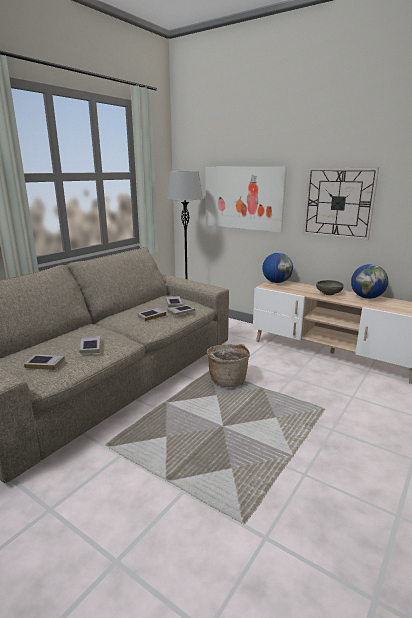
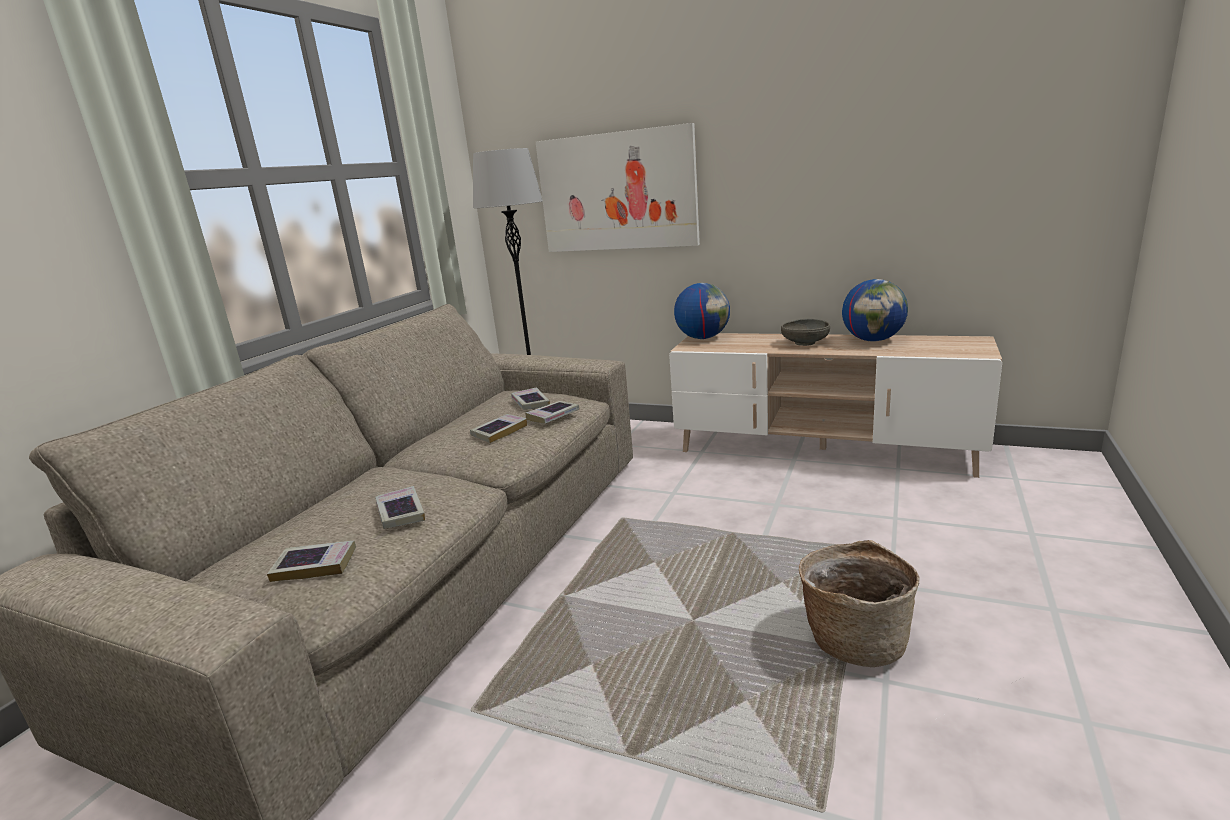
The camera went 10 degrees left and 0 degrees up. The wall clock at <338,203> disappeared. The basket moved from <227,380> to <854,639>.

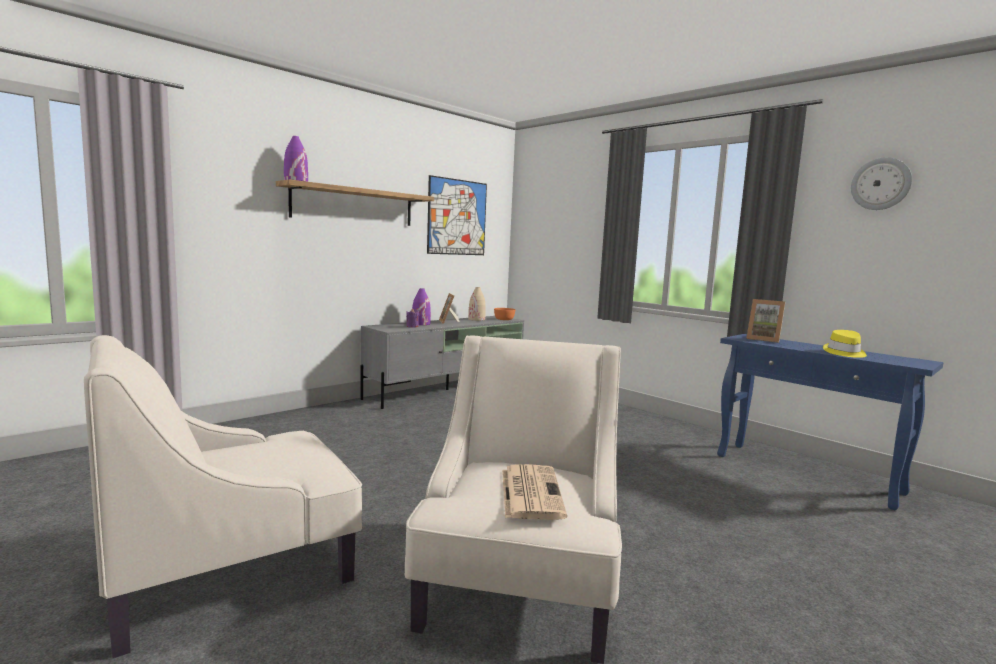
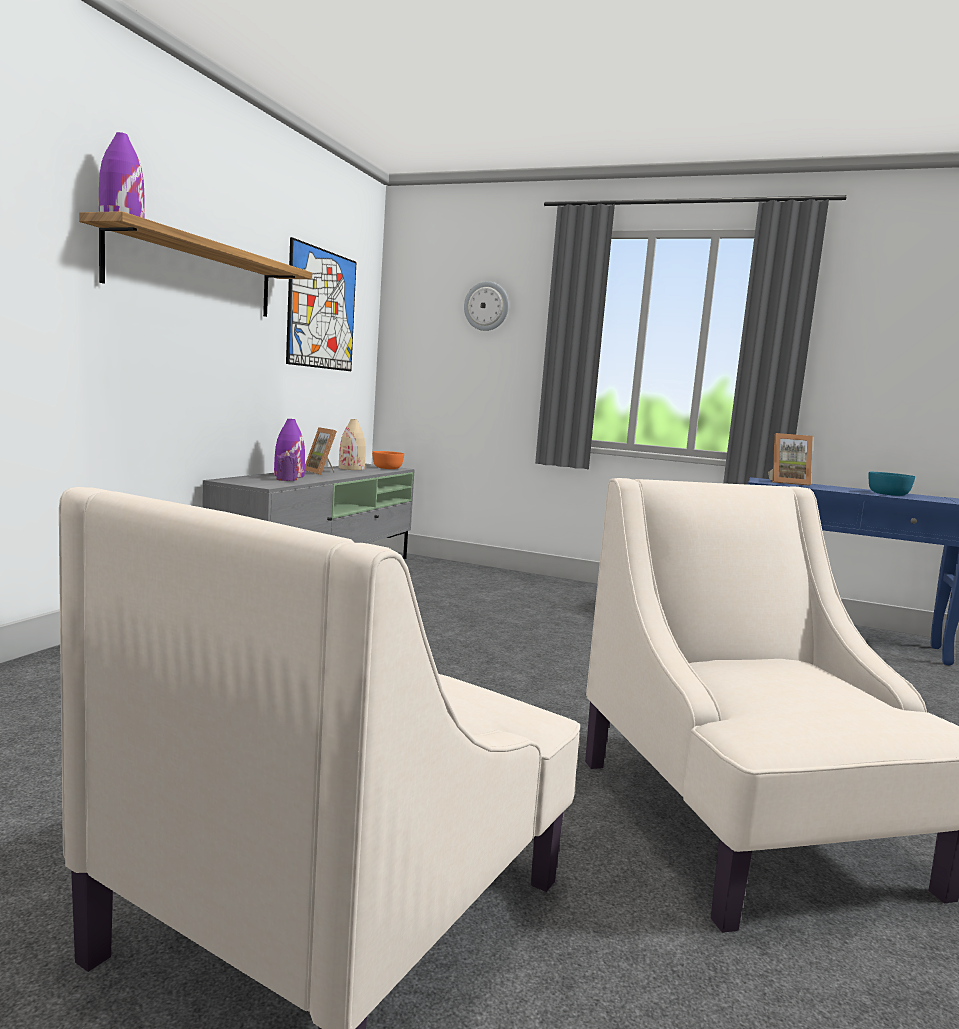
The camera went 25 degrees left and 0 degrees up. The wall clock moved from <880,184> to <486,306>. The hat (yellow) at <844,353> was replaced by the bowl (turquoise) at <888,494>. The newspaper at <530,492> disappeared.

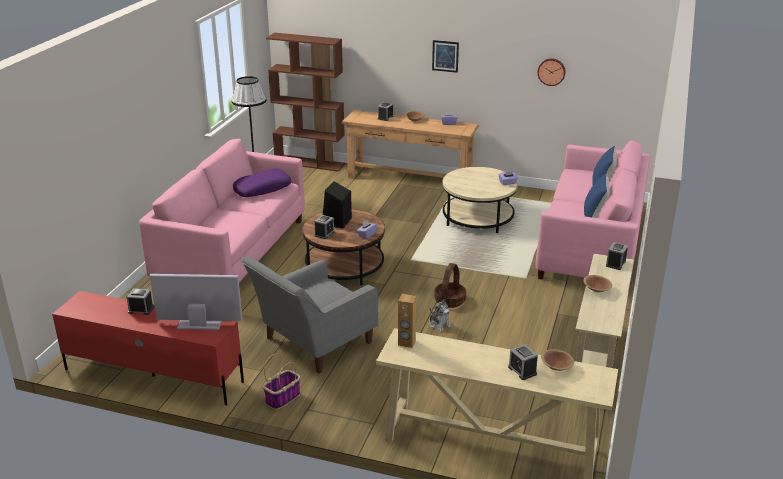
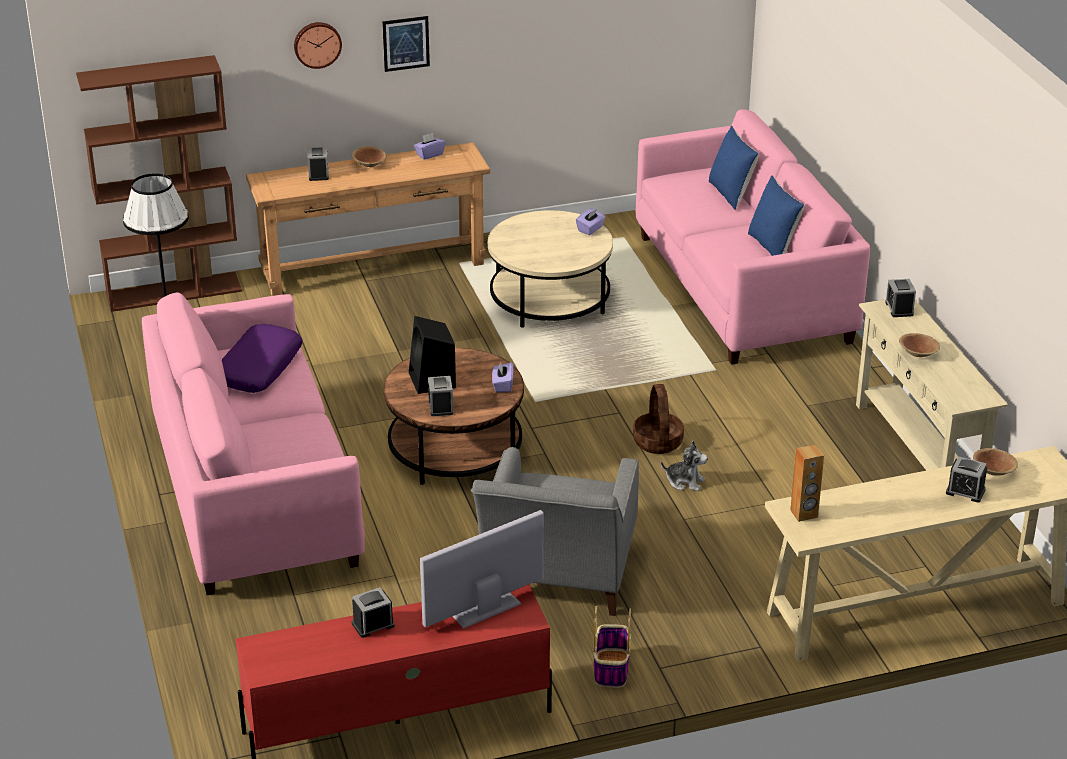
The camera went 35 degrees left and 5 degrees up. The wall clock moved from <551,71> to <317,44>.

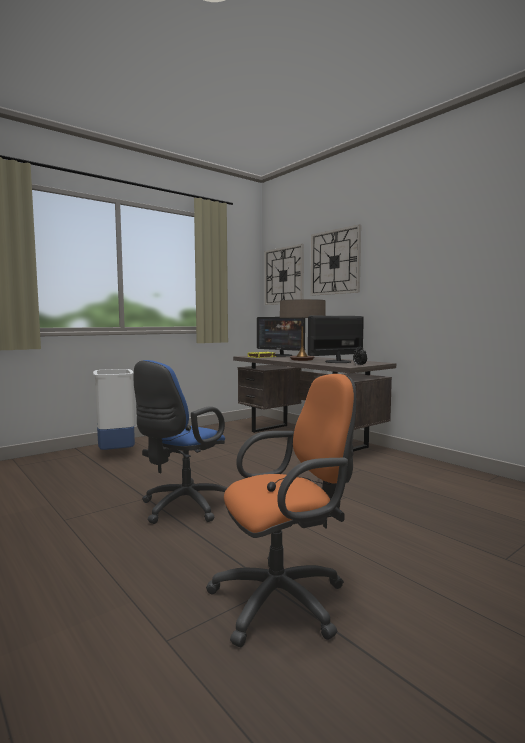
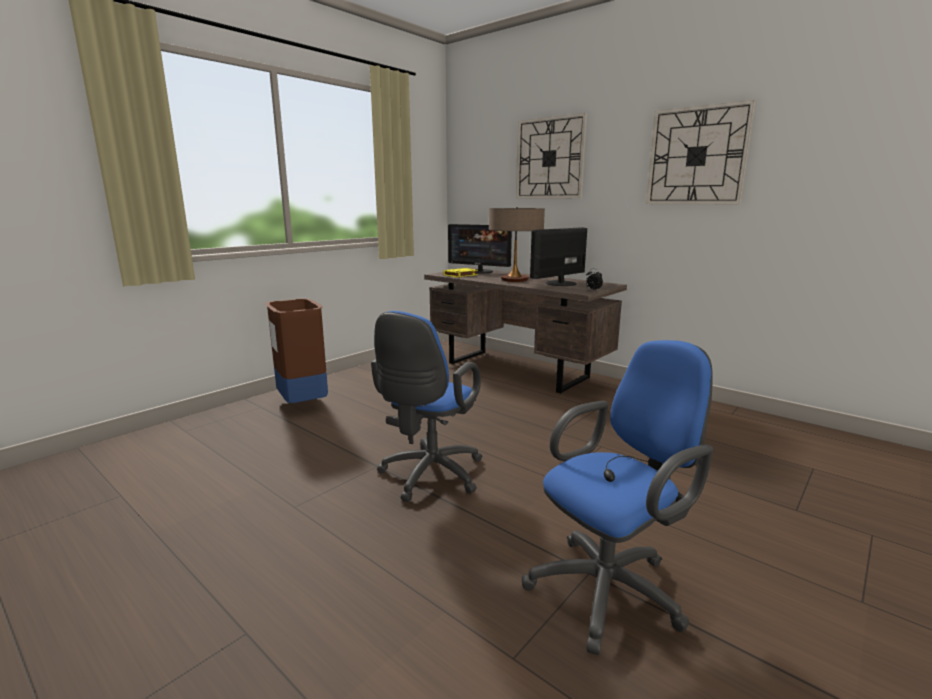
The camera went 10 degrees left and 10 degrees up. The wall clock moved from <284,276> to <697,156>. The trash can (white) at <116,453> became the trash can (brown) at <302,404>. The office chair (orange) at <286,600> became the office chair (blue) at <611,588>.

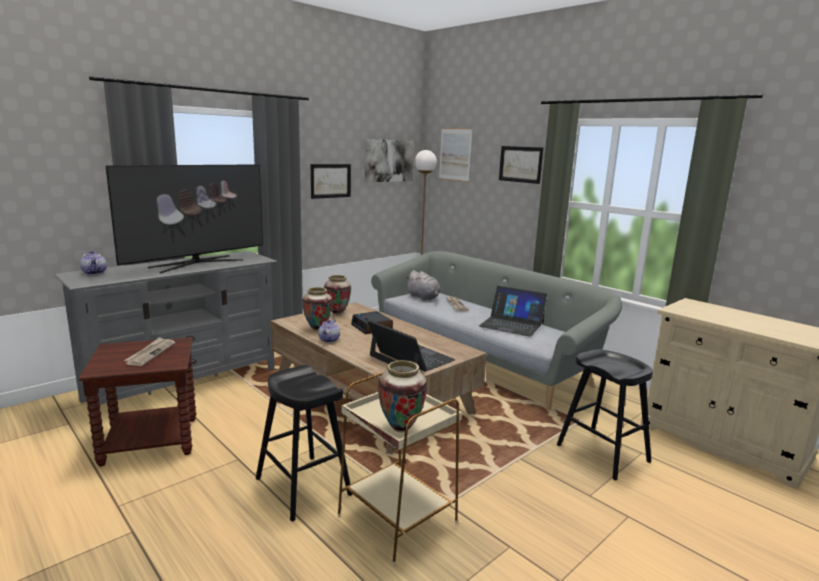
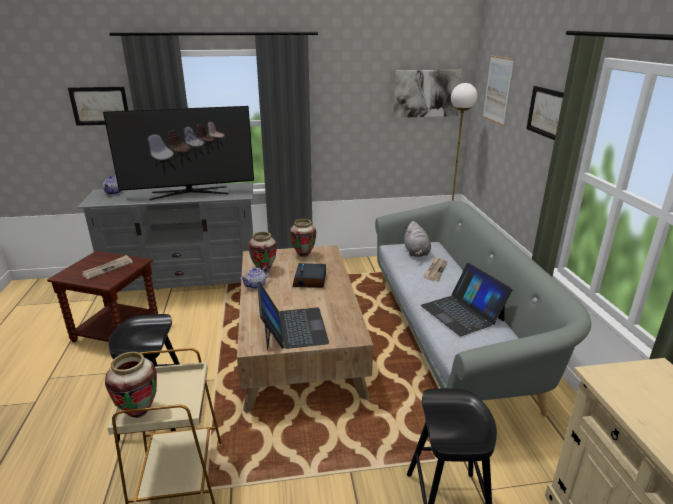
The camera went 35 degrees right and 10 degrees up. The picture moved from <330,181> to <100,106>.

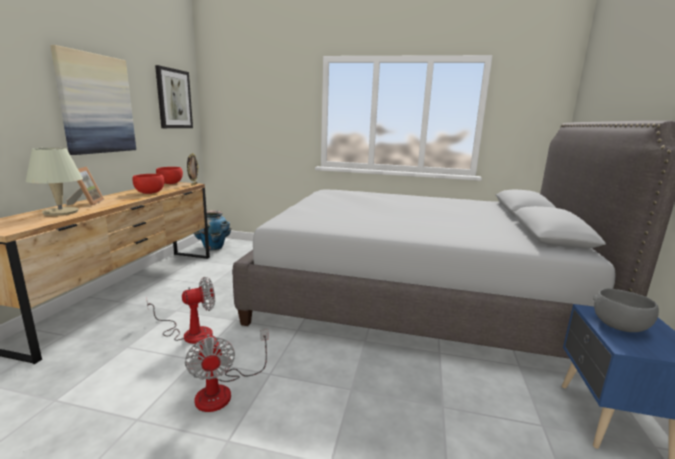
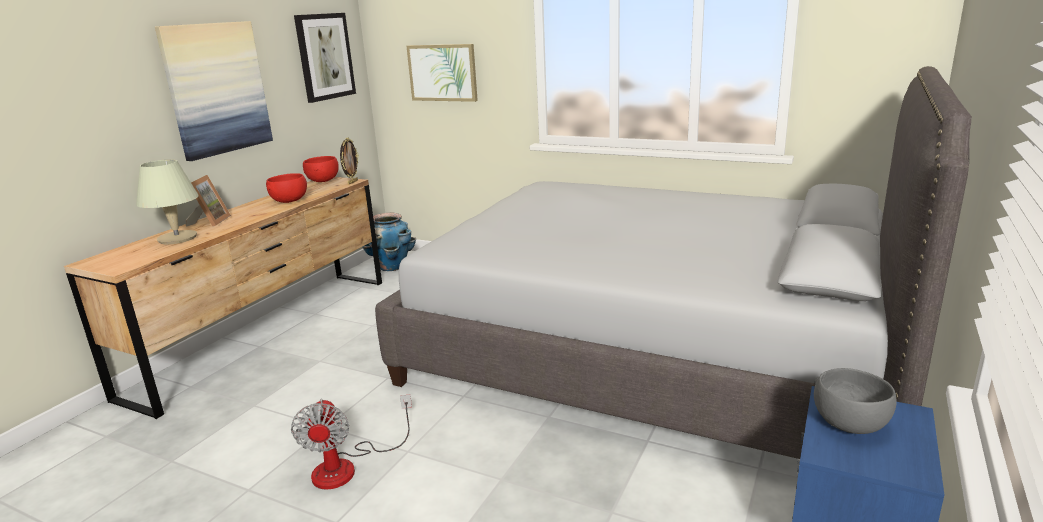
The camera went 15 degrees right and 5 degrees up. The fan at <190,333> disappeared. The picture at <442,72> appeared.

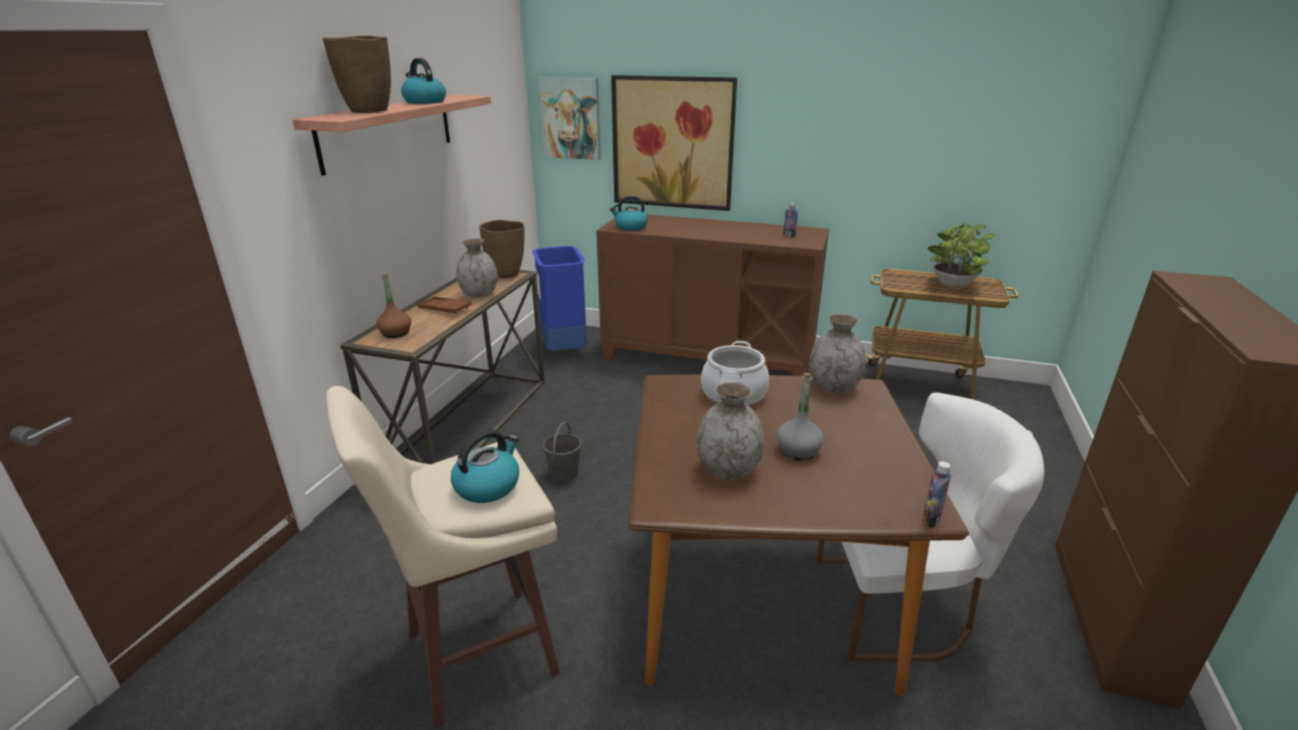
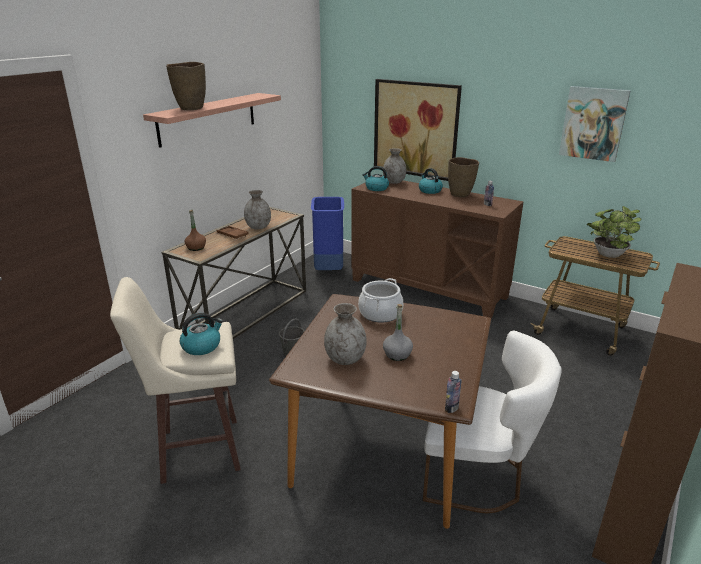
The camera went 15 degrees right and 0 degrees up. The kettle moved from <424,102> to <429,190>. The picture moved from <570,118> to <593,123>. The vase (brown) moved from <506,274> to <460,194>. The vase (grey) moved from <833,387> to <394,182>.

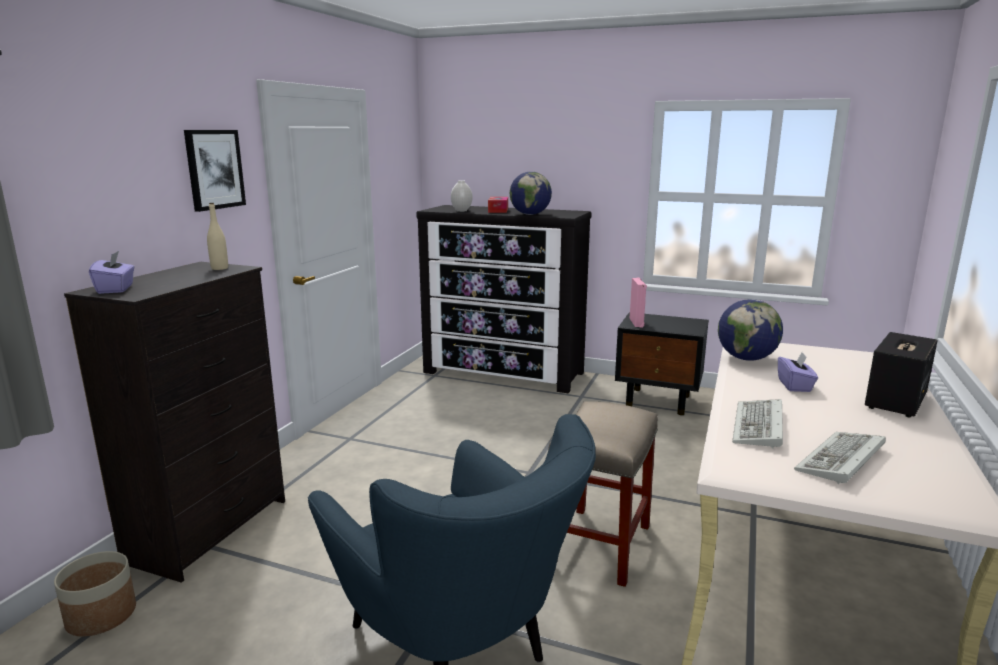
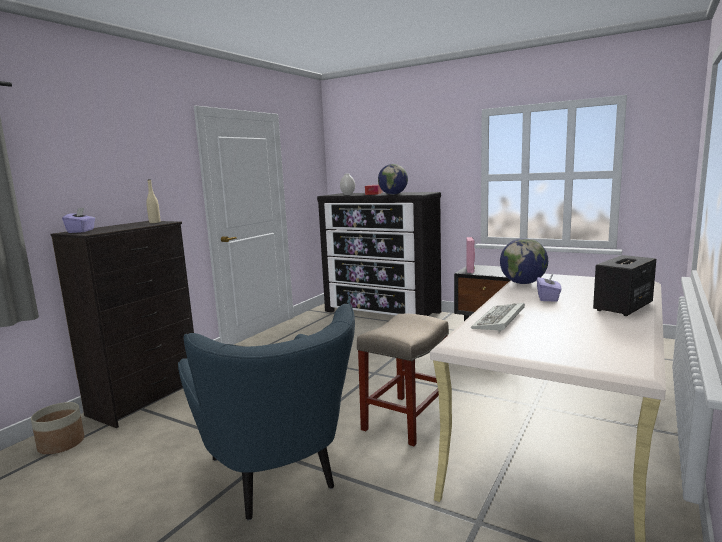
The camera went 10 degrees right and 5 degrees down. The picture at <214,169> disappeared. The keyboard at <841,461> disappeared.

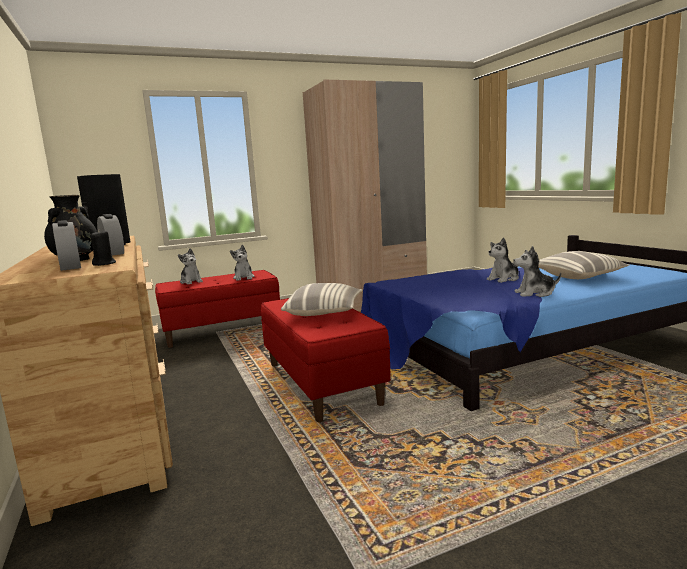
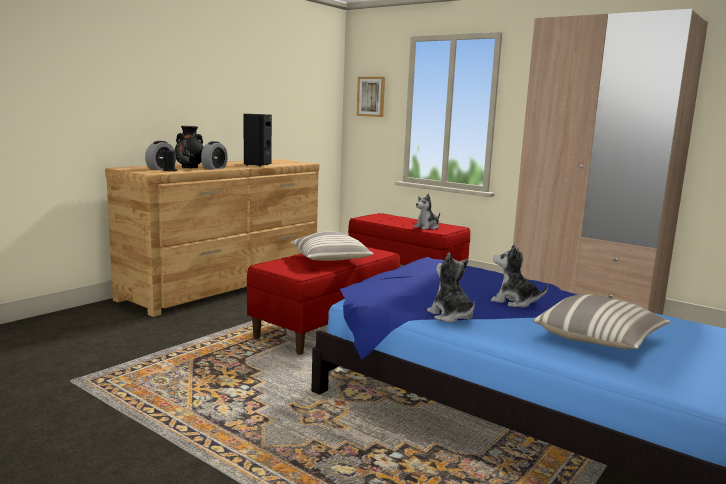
The camera went 60 degrees right and 0 degrees up. The plush toy at <191,281> disappeared. The picture at <371,96> appeared.

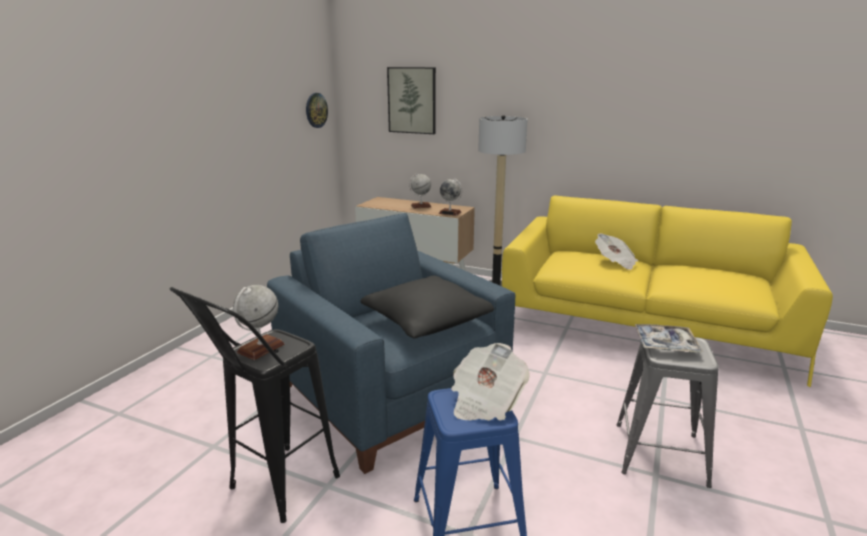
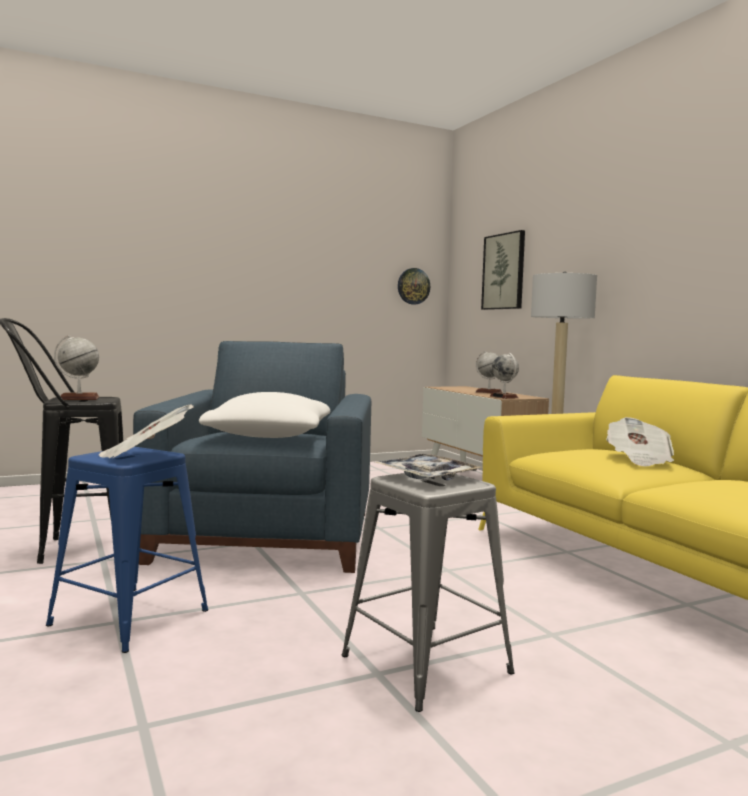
The camera went 40 degrees right and 15 degrees down. The pillow (black) at <426,321> became the pillow (white) at <269,436>.

